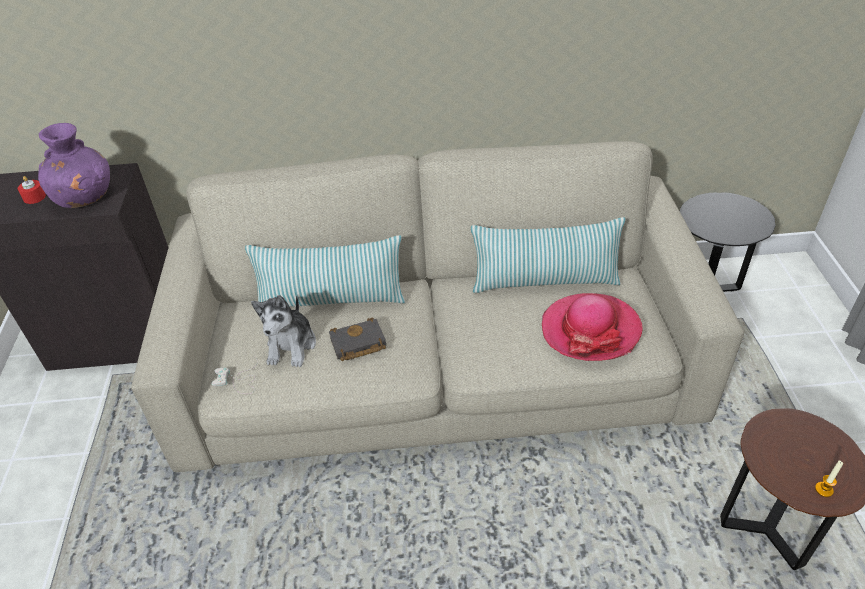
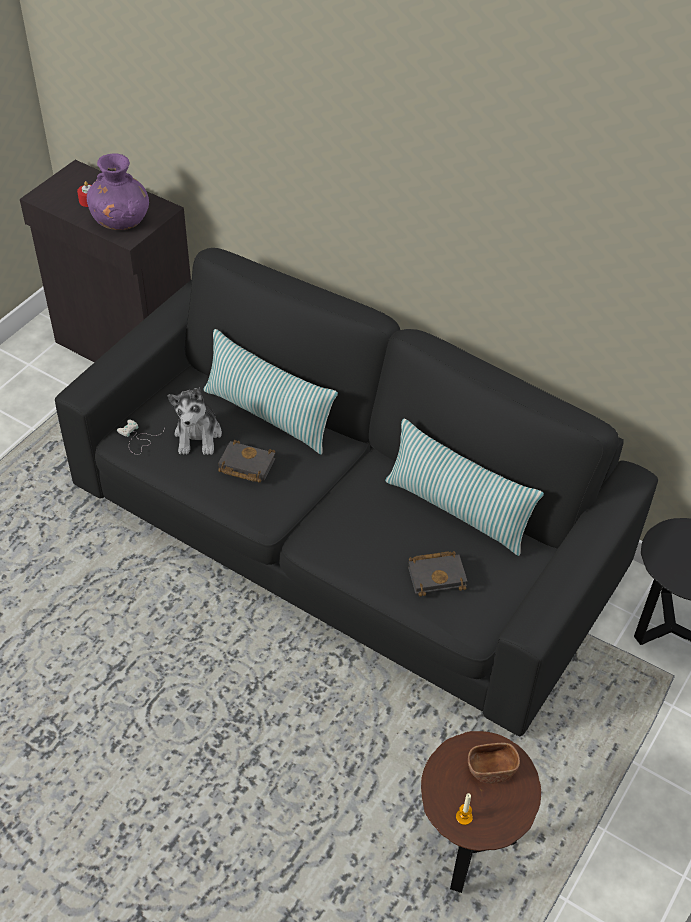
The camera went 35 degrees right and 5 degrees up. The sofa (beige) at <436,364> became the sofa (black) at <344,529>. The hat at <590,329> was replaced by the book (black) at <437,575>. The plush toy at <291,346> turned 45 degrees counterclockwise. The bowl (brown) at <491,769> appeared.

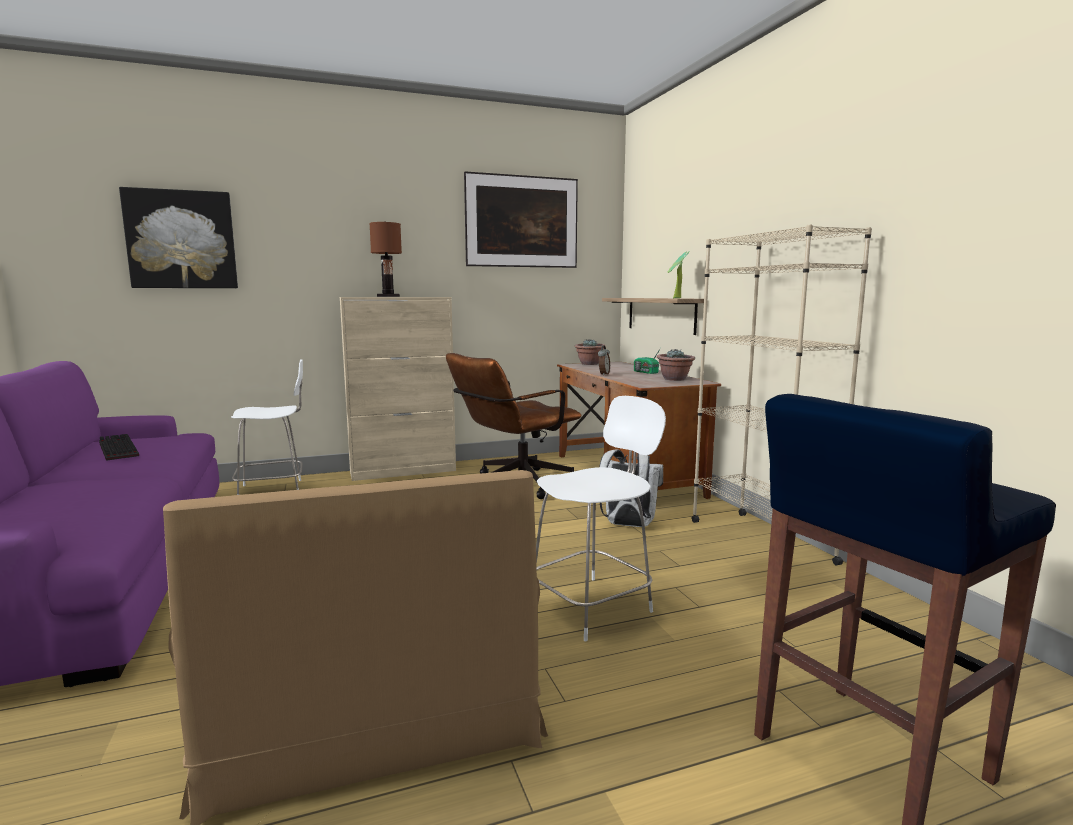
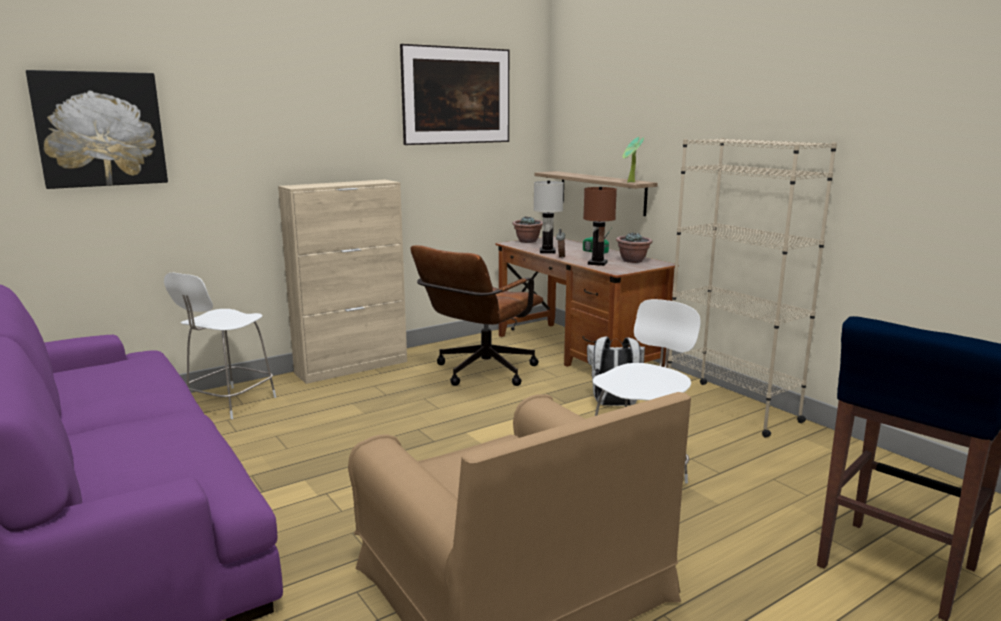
The camera went 15 degrees left and 5 degrees up. The table lamp (brown) moved from <388,296> to <597,263>. The chair (white) at <274,490> turned 150 degrees clockwise. The keyboard at <116,449> disappeared. The table lamp (white) at <547,251> appeared.

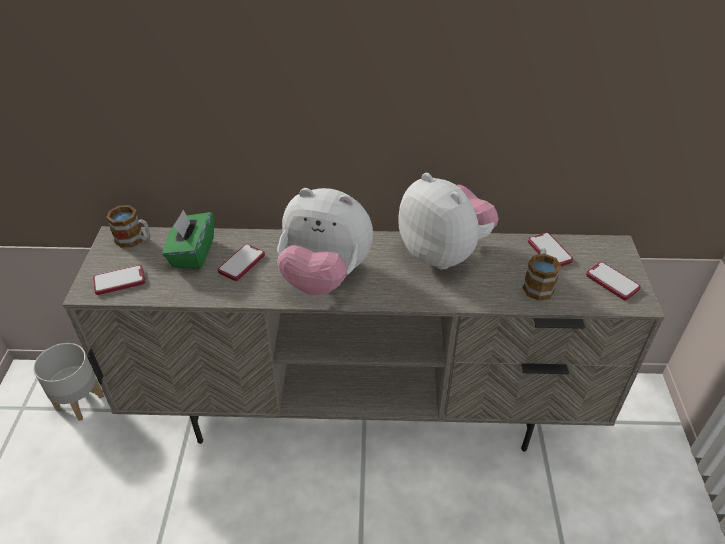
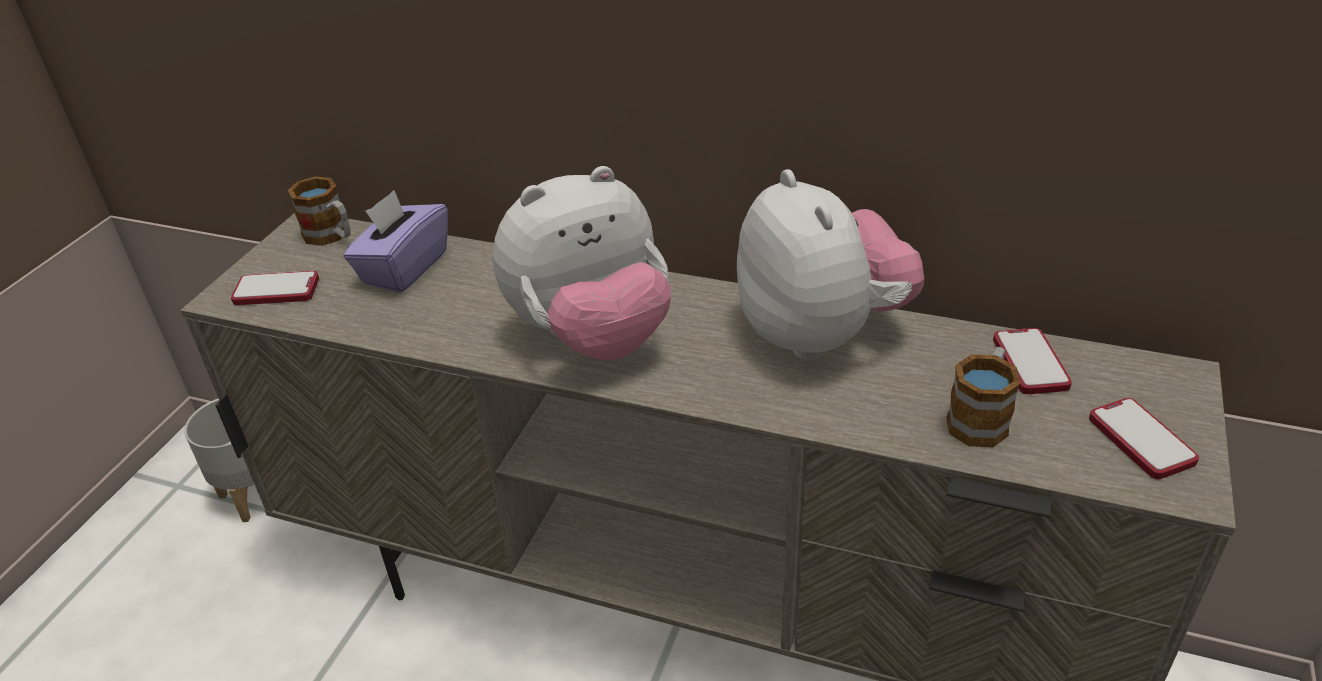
The camera went 20 degrees right and 5 degrees down. The plush toy at <325,276> turned 60 degrees counterclockwise. The tissue box (green) at <192,253> became the tissue box (purple) at <404,268>. The phone at <241,263> disappeared.

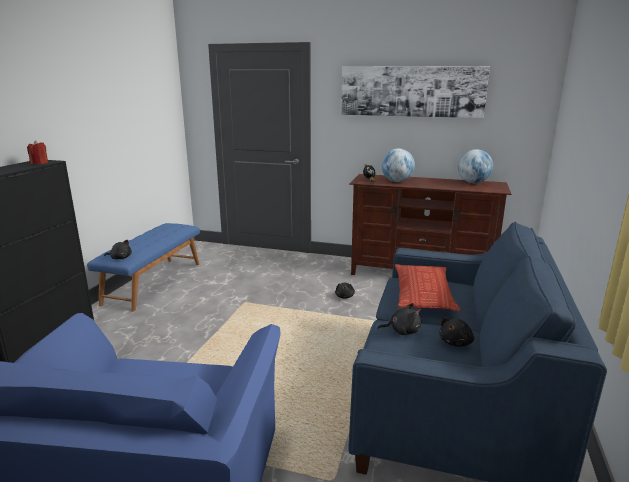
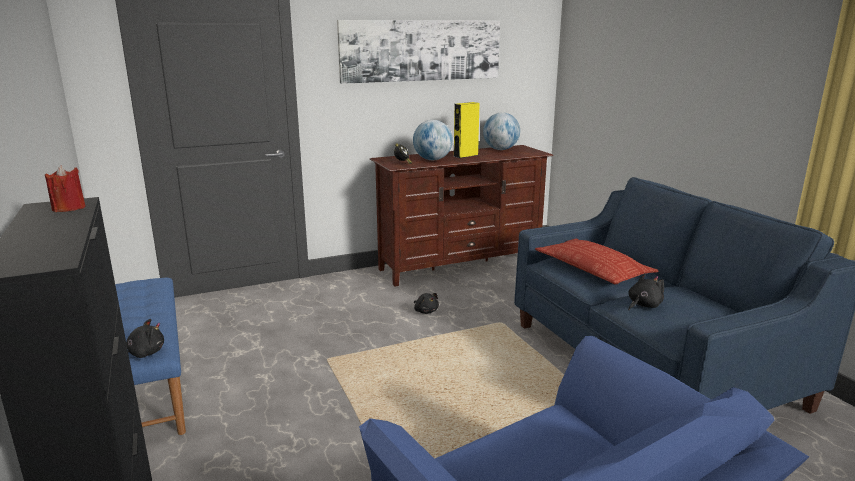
The camera went 40 degrees left and 0 degrees up. The plush toy (black) at <456,342> disappeared. The speaker (yellow) at <465,155> appeared.

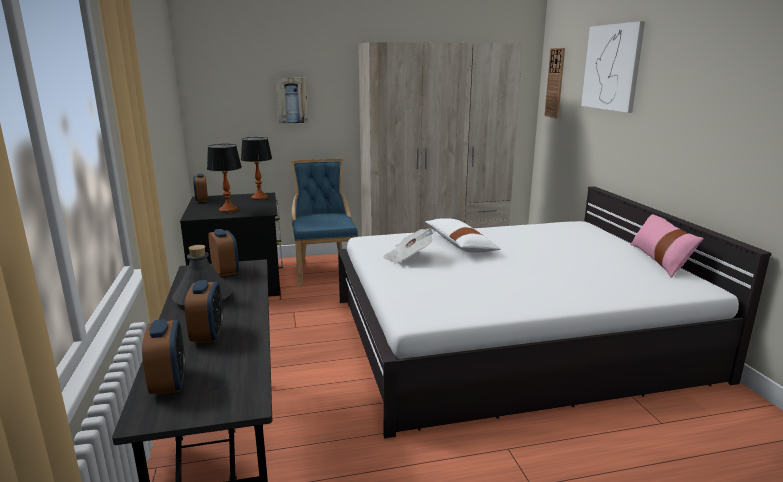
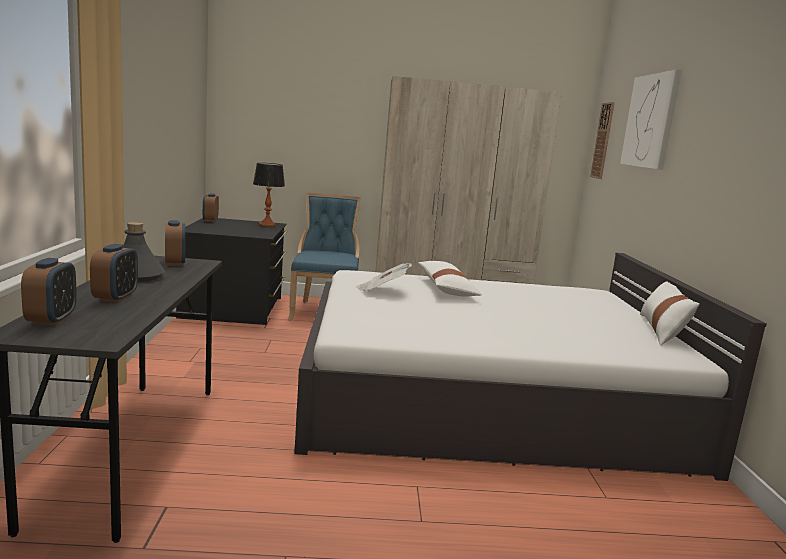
The camera went 10 degrees right and 5 degrees down. The picture at <291,100> disappeared. The table lamp at <228,210> disappeared. The pillow (pink) at <660,260> became the pillow (white) at <662,330>.

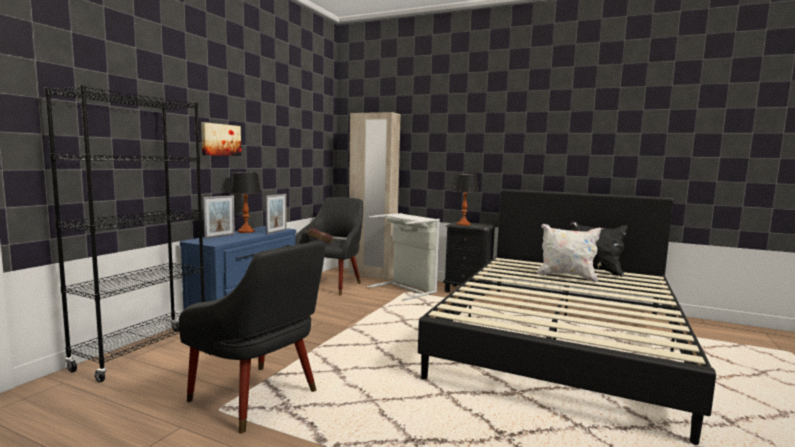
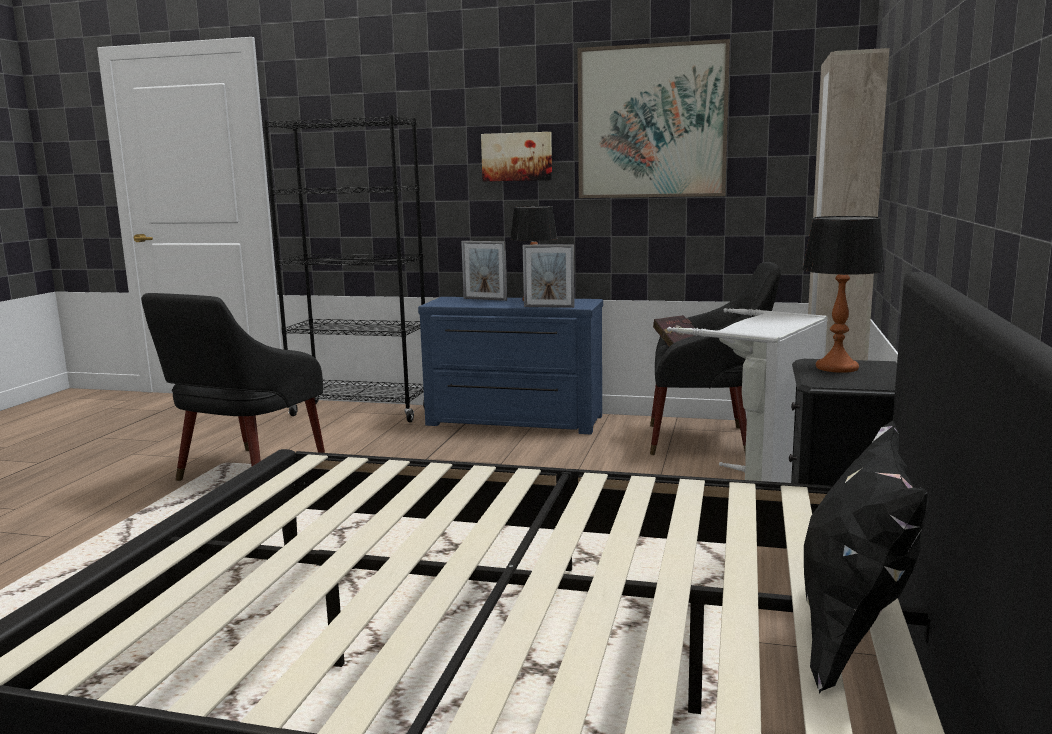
The camera went 80 degrees right and 5 degrees up. The pillow (white) at <566,276> disappeared. The picture at <652,122> appeared.

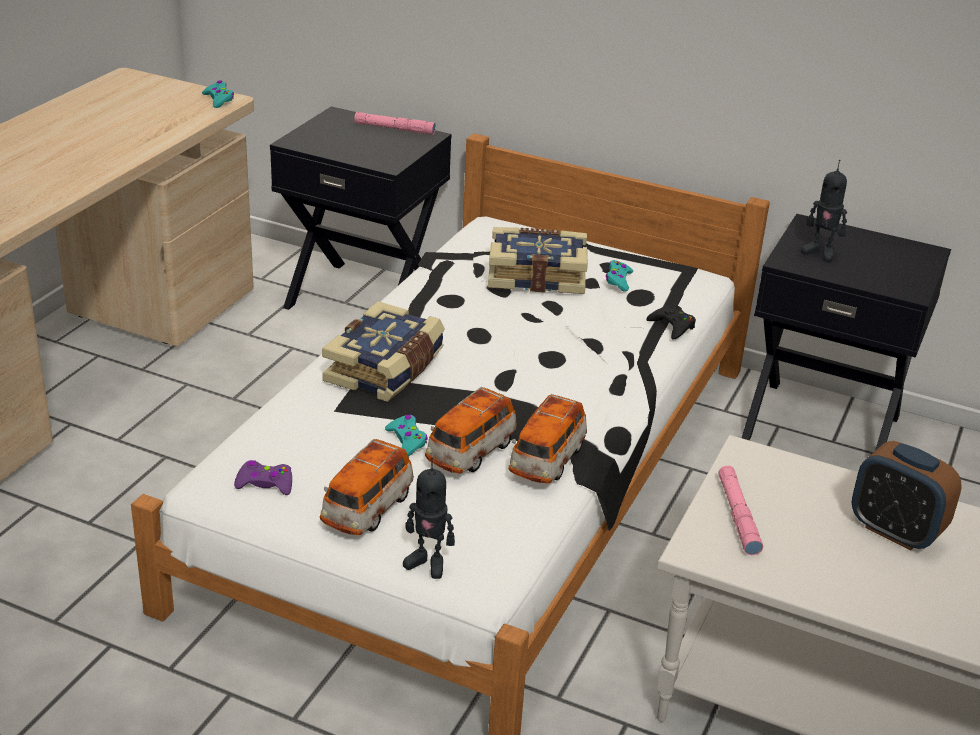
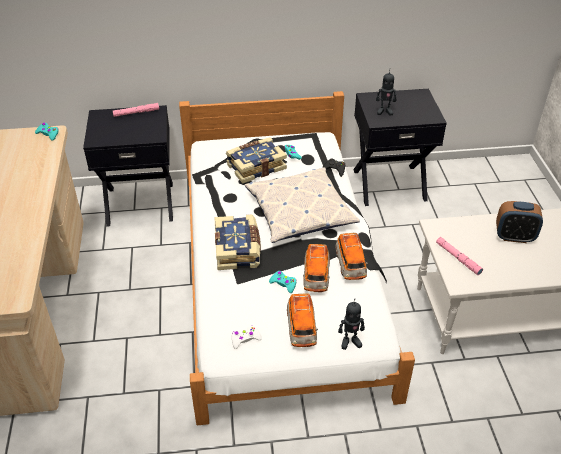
The camera went 30 degrees left and 10 degrees up. The game controller (purple) at <265,484> became the game controller (white) at <245,339>. The pillow at <299,212> appeared.

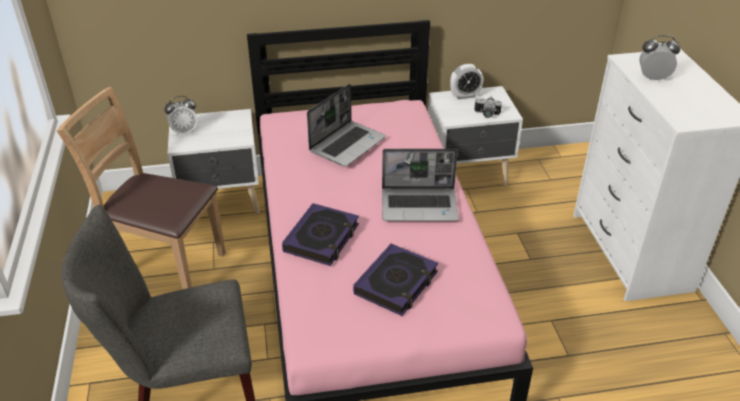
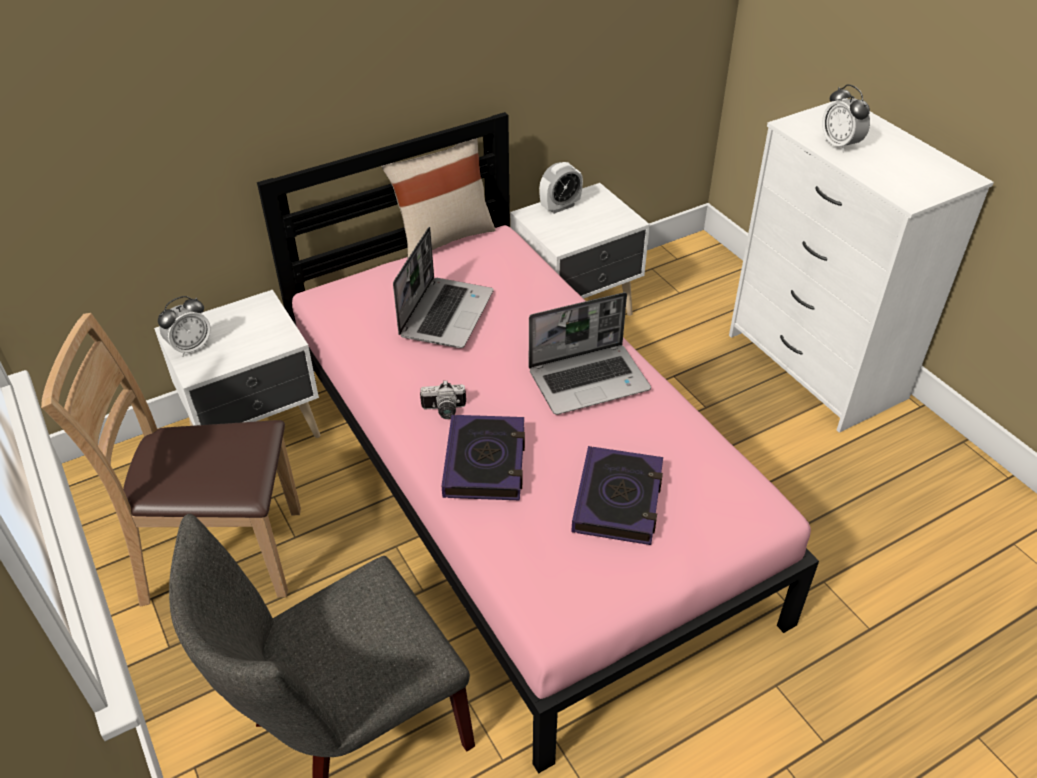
The camera went 20 degrees left and 5 degrees up. The alarm clock at <653,78> turned 105 degrees counterclockwise. The photo camera moved from <486,114> to <444,411>. The pillow (beige) at <443,238> appeared.

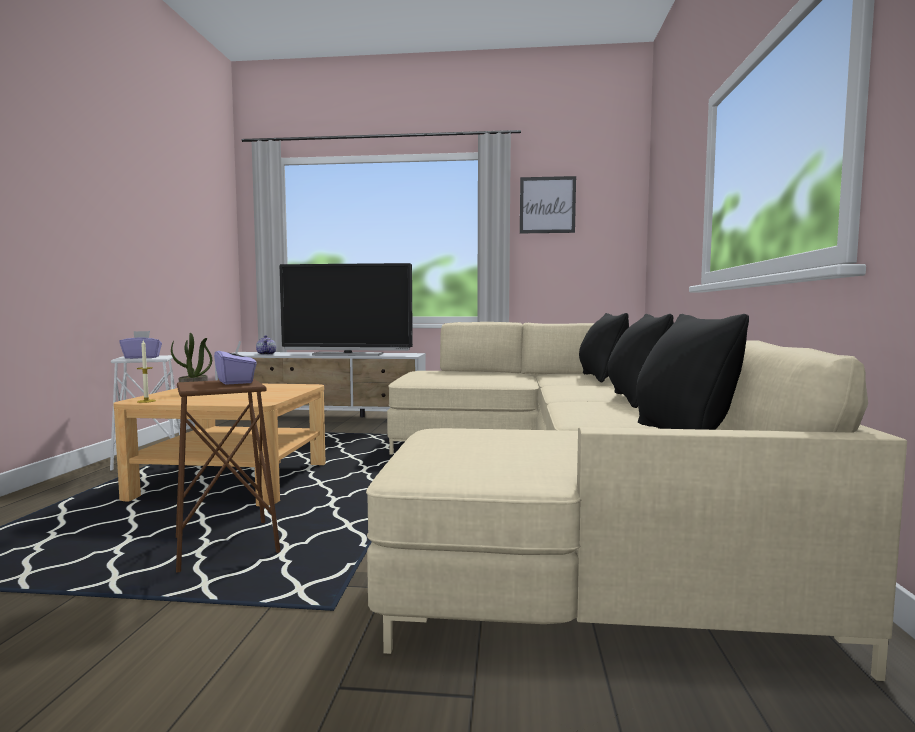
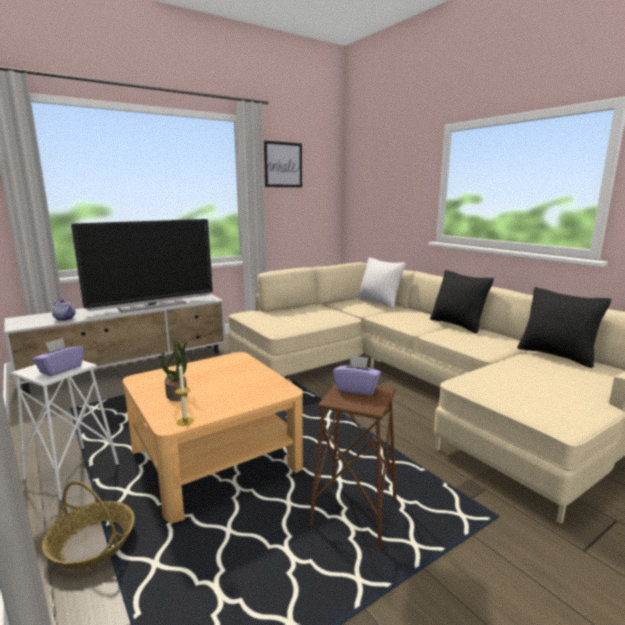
The camera went 40 degrees left and 10 degrees up. The pillow (black) at <601,378> became the pillow (white) at <379,303>. The basket at <93,543> appeared.

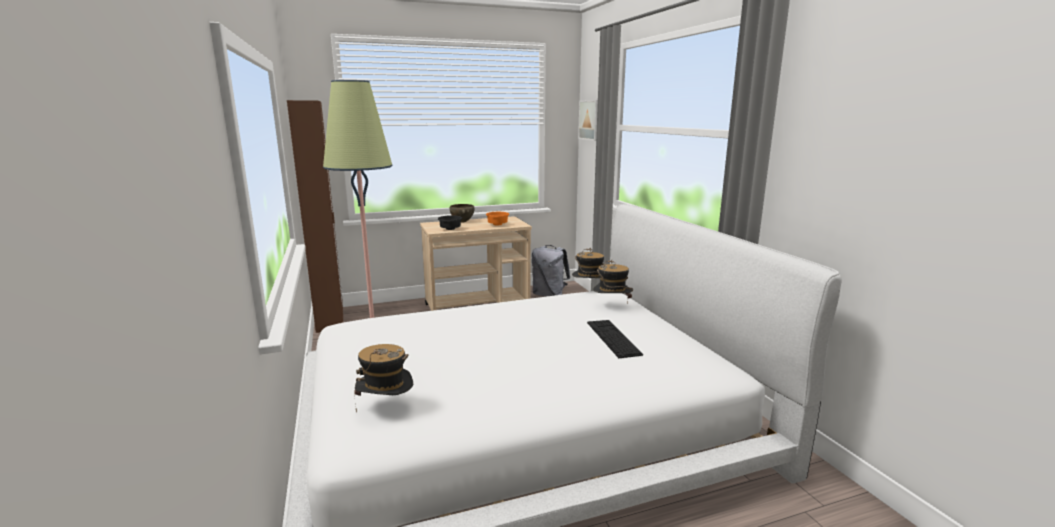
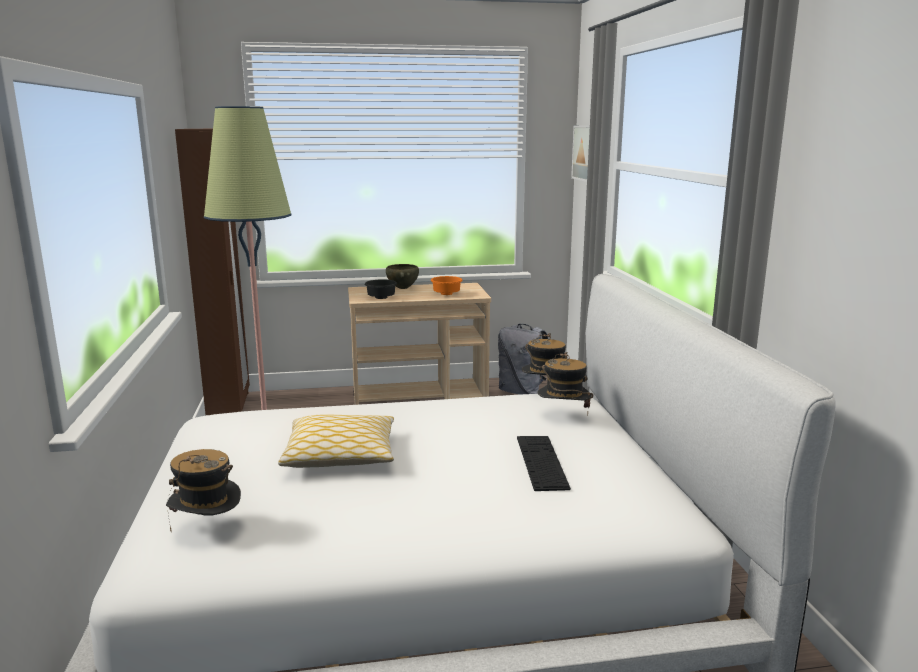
The camera went 10 degrees right and 0 degrees up. The pillow at <341,455> appeared.

